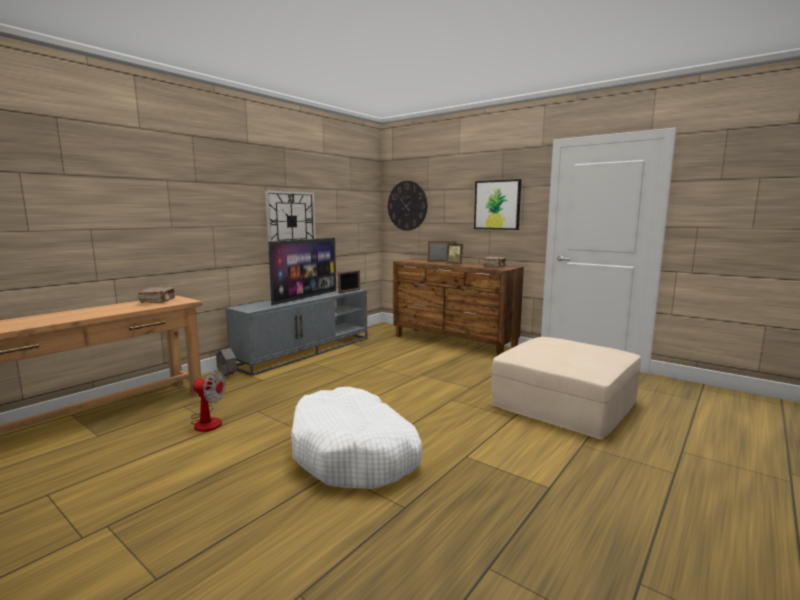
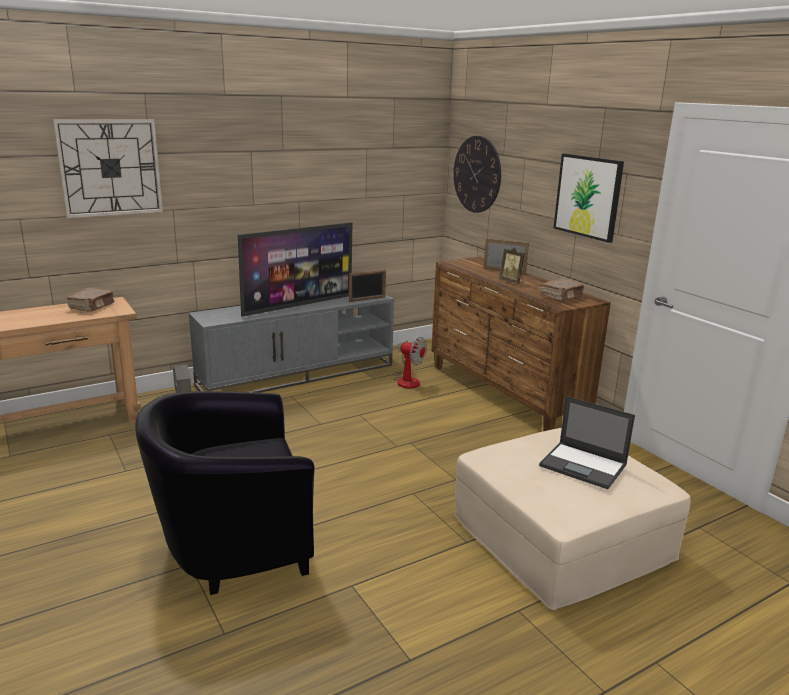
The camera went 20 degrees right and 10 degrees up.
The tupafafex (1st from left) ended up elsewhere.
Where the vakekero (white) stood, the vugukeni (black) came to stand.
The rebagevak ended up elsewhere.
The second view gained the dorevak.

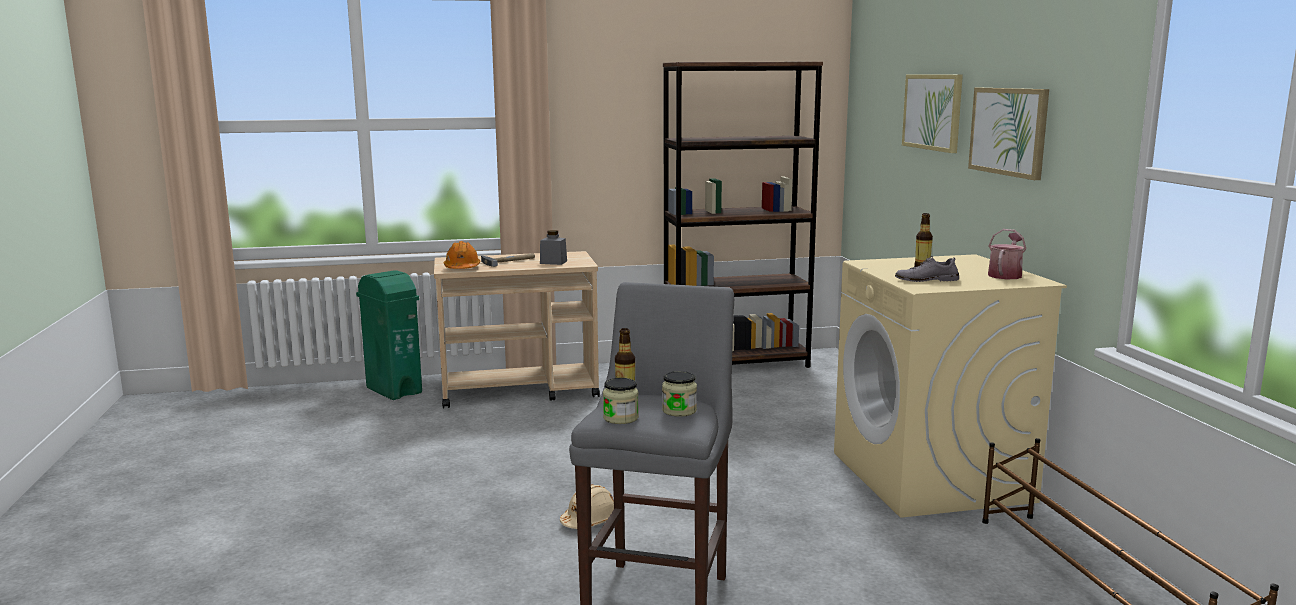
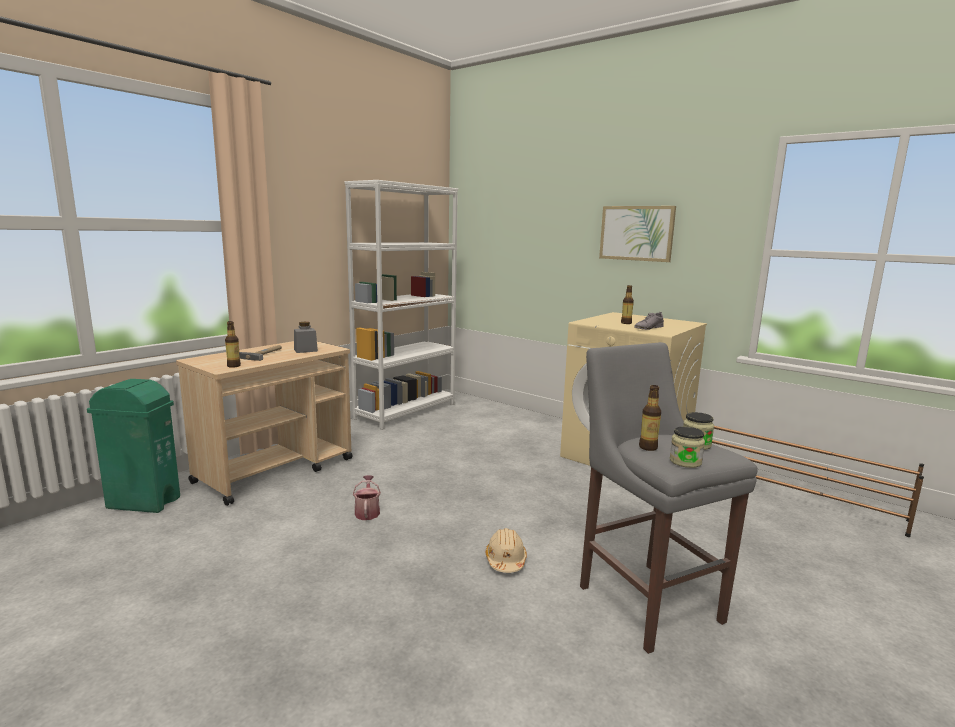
The camera went 40 degrees left and 0 degrees up.
Where the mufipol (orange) stood, the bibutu (1st from left) came to stand.
What was the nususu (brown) turned into the nususu (white).
The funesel ended up elsewhere.
The second view lost the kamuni (1st from left).

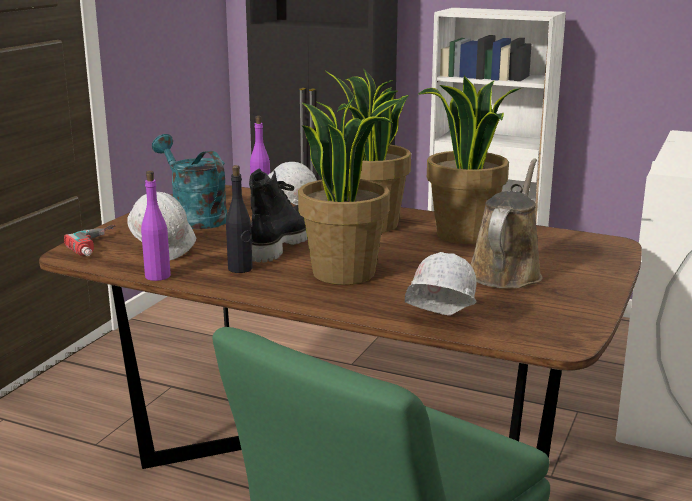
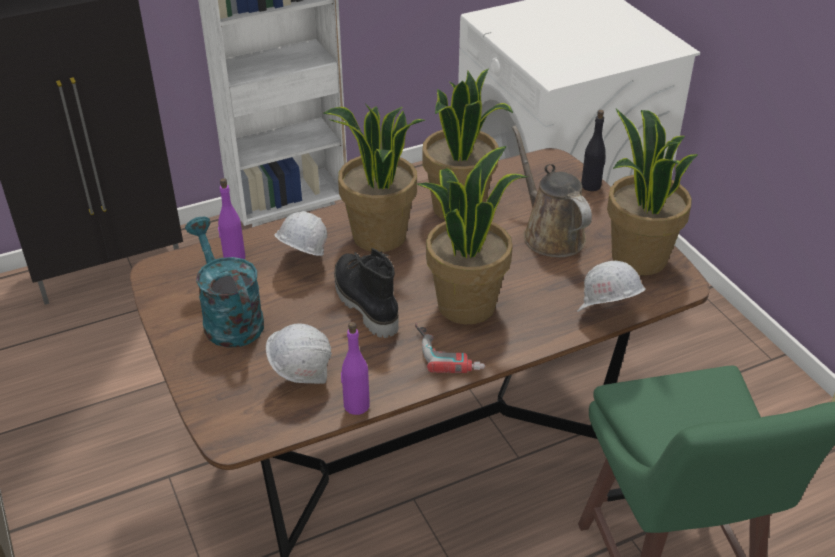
The camera went 50 degrees left and 20 degrees up.
The funesel (turquoise) ended up facing another way, 60 degrees clockwise from before.
The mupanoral ended up elsewhere.
The bibutu (black) ended up elsewhere.
The second view gained the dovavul (4th from left).

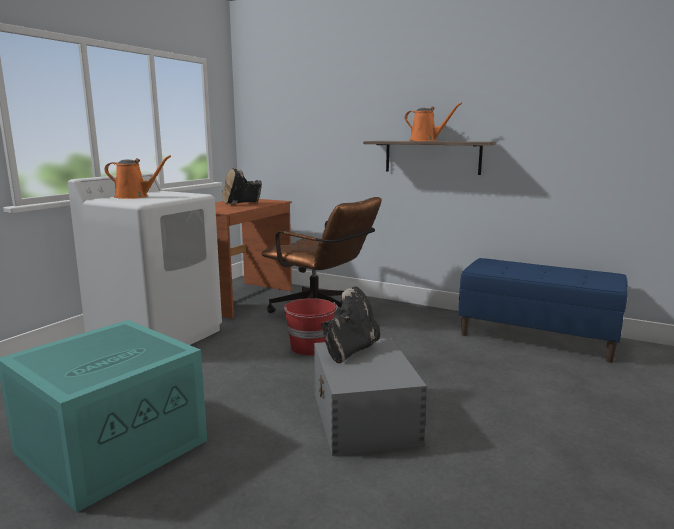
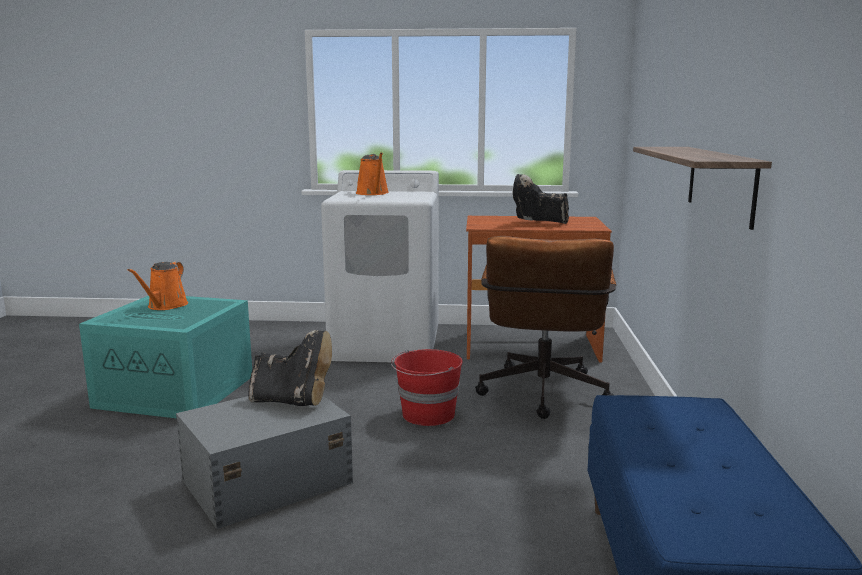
The camera went 65 degrees right and 0 degrees up.
The funesel (orange) (2nd from left in the first image) ended up elsewhere.

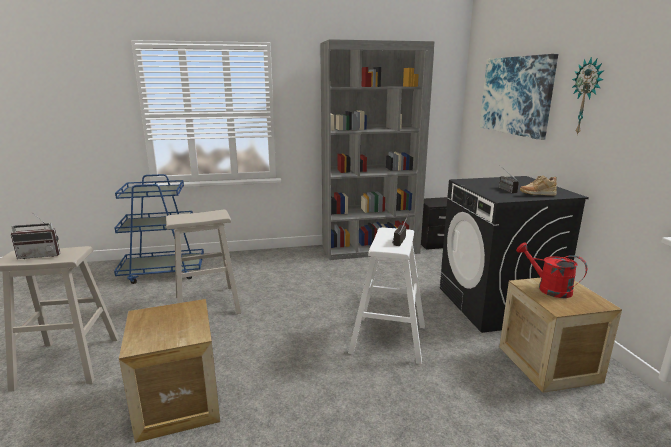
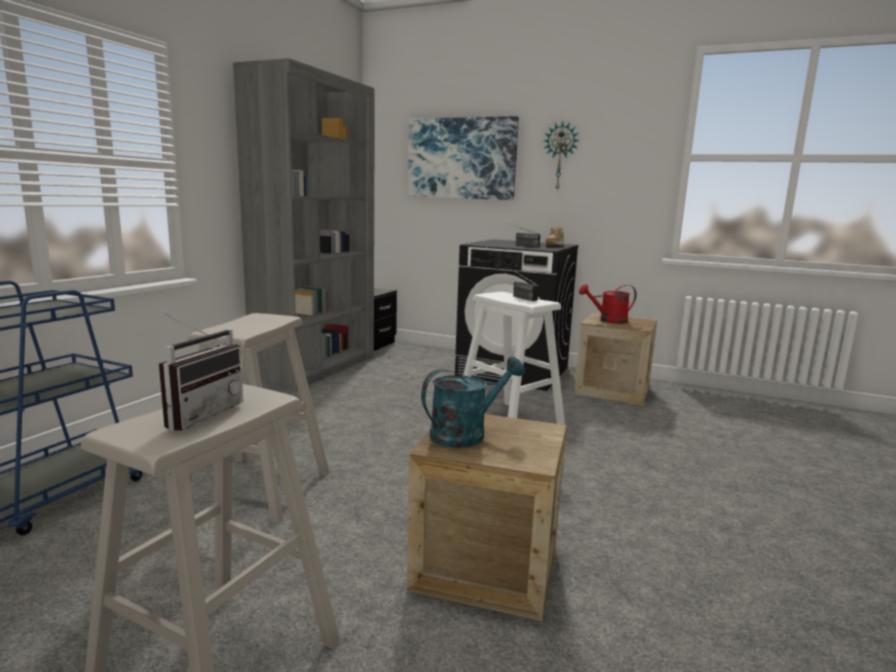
The camera went 55 degrees left and 5 degrees down.
The second view gained the funesel (turquoise).

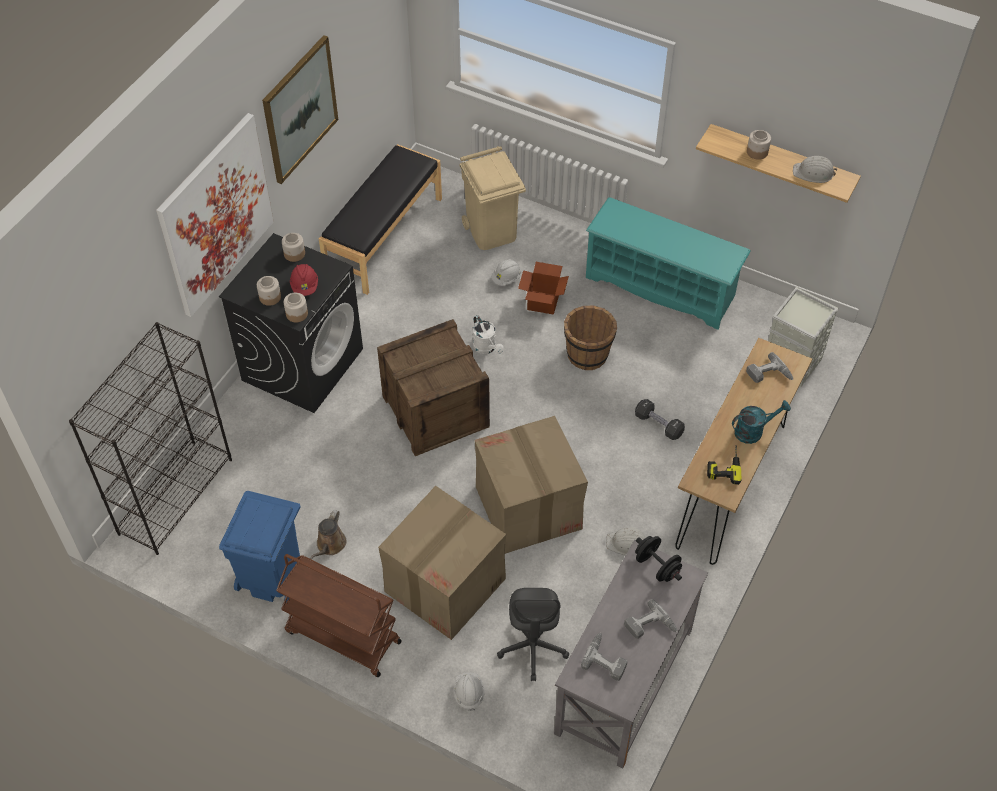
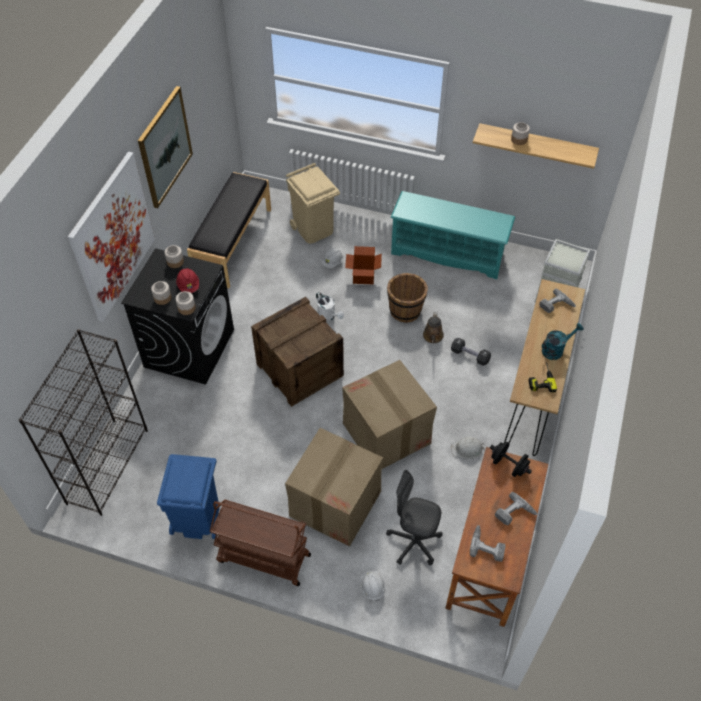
The camera went 10 degrees left and 0 degrees up.
The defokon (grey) ended up facing another way, 120 degrees clockwise from before.
The funesel (brown) ended up elsewhere.
What was the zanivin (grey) turned into the zanivin (brown).
The second view lost the mufipol (white) (4th from left).

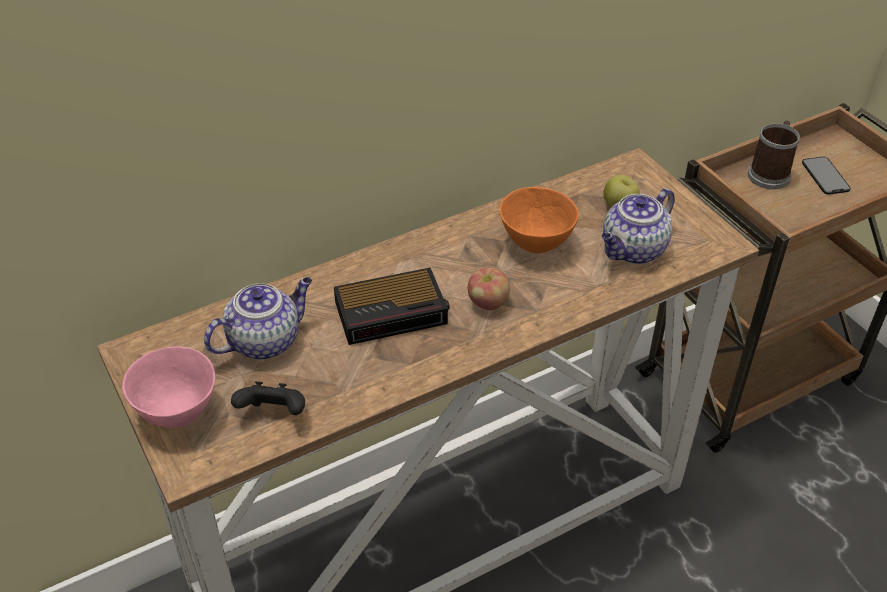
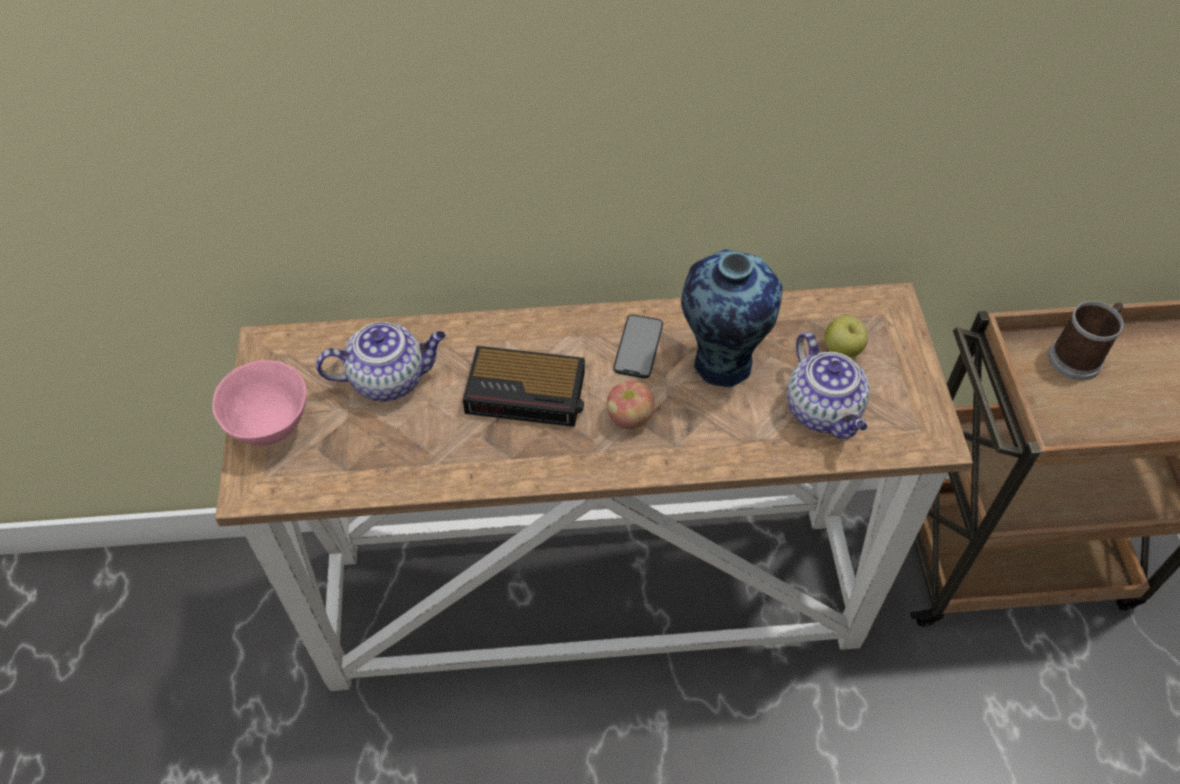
The camera went 25 degrees right and 10 degrees up.
The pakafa ended up elsewhere.
Where the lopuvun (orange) stood, the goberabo came to stand.
The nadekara (2nd from left) ended up facing another way, 90 degrees counterclockwise from before.
The second view lost the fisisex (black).

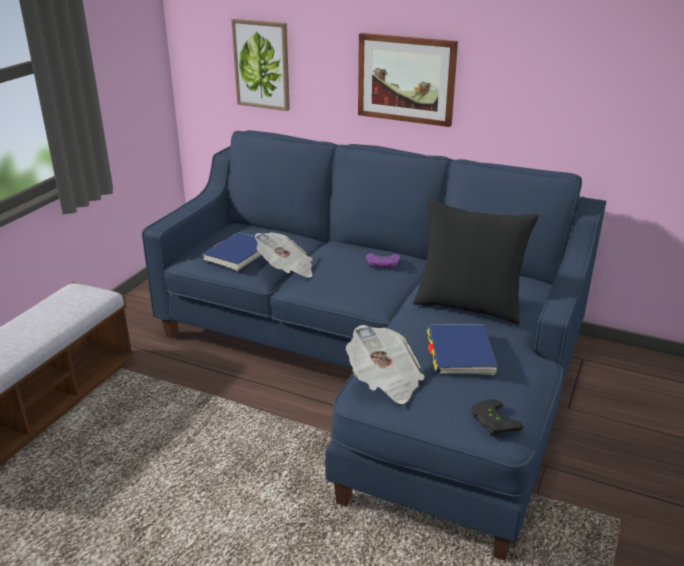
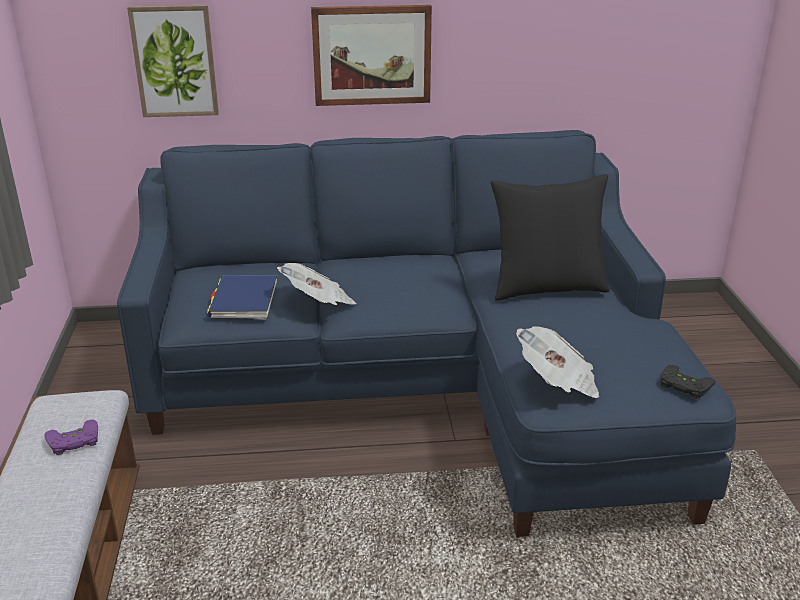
The camera went 30 degrees left and 0 degrees up.
The fisisex (purple) ended up elsewhere.
The second view lost the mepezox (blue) (2nd from left).

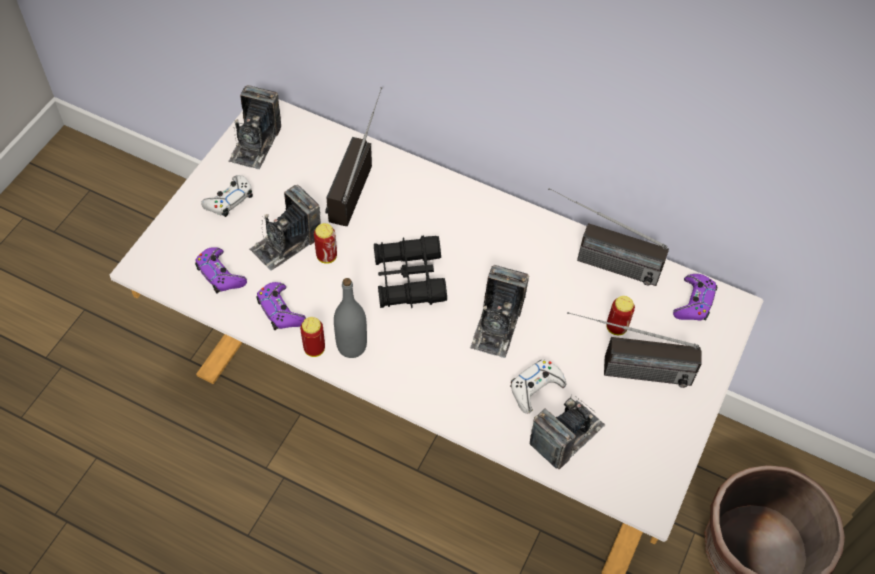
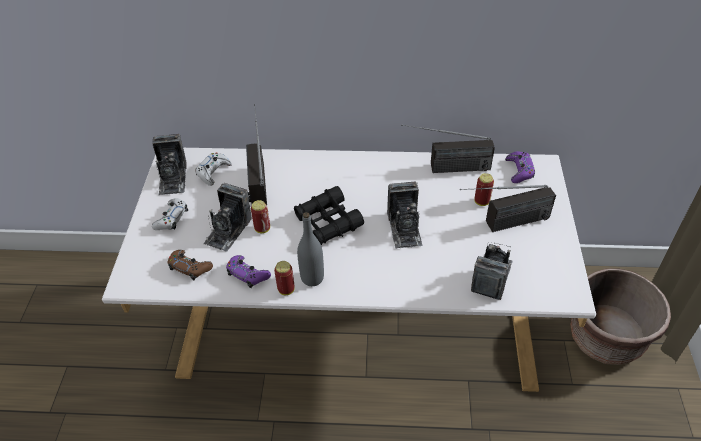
The camera went 20 degrees left and 10 degrees down.
What was the fisisex (purple) (1st from left) turned into the fisisex (brown).
The fisisex (white) (2nd from left) ended up elsewhere.

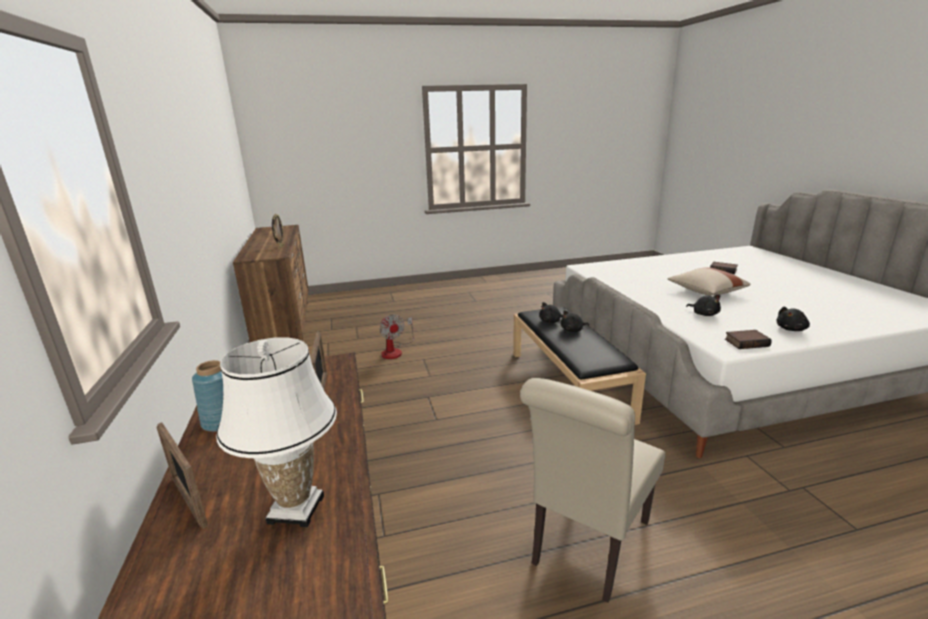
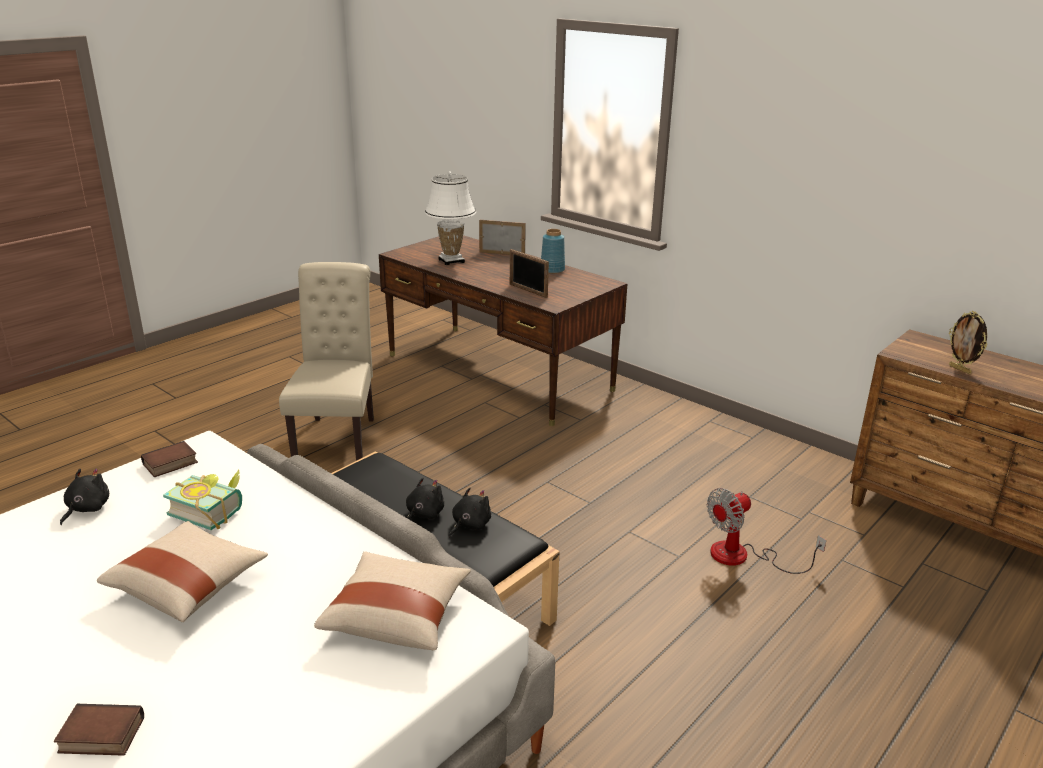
The camera went 145 degrees right and 5 degrees up.
Where the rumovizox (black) (3rd from left) stood, the mepezox (3rd from left) came to stand.
The second view gained the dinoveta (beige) (2nd from left).
The rebagevak ended up facing another way, 60 degrees counterclockwise from before.

